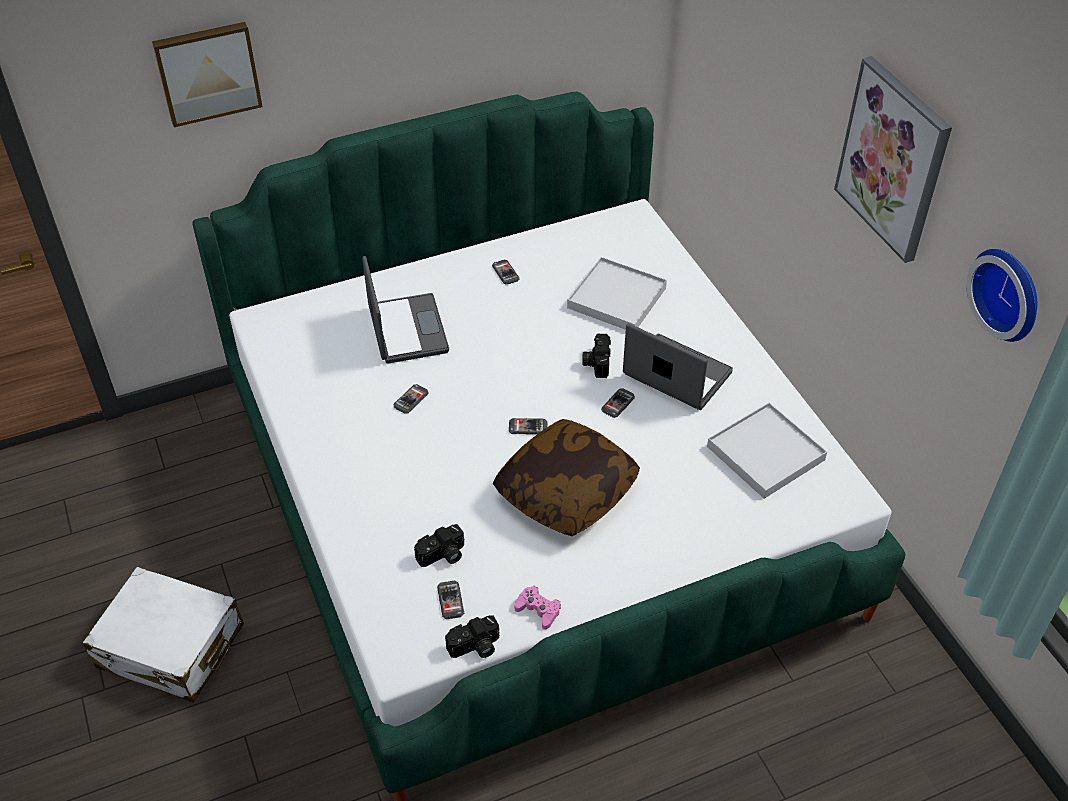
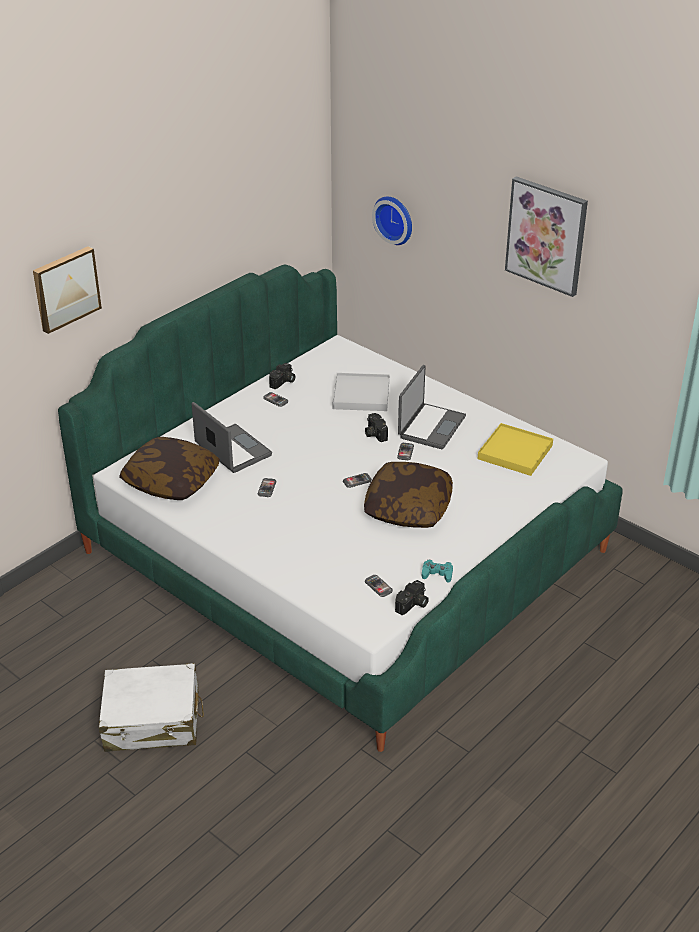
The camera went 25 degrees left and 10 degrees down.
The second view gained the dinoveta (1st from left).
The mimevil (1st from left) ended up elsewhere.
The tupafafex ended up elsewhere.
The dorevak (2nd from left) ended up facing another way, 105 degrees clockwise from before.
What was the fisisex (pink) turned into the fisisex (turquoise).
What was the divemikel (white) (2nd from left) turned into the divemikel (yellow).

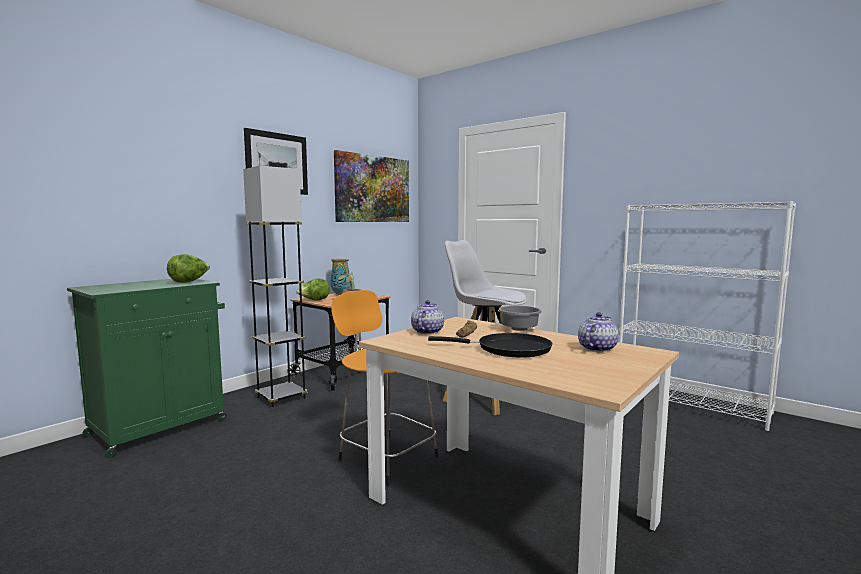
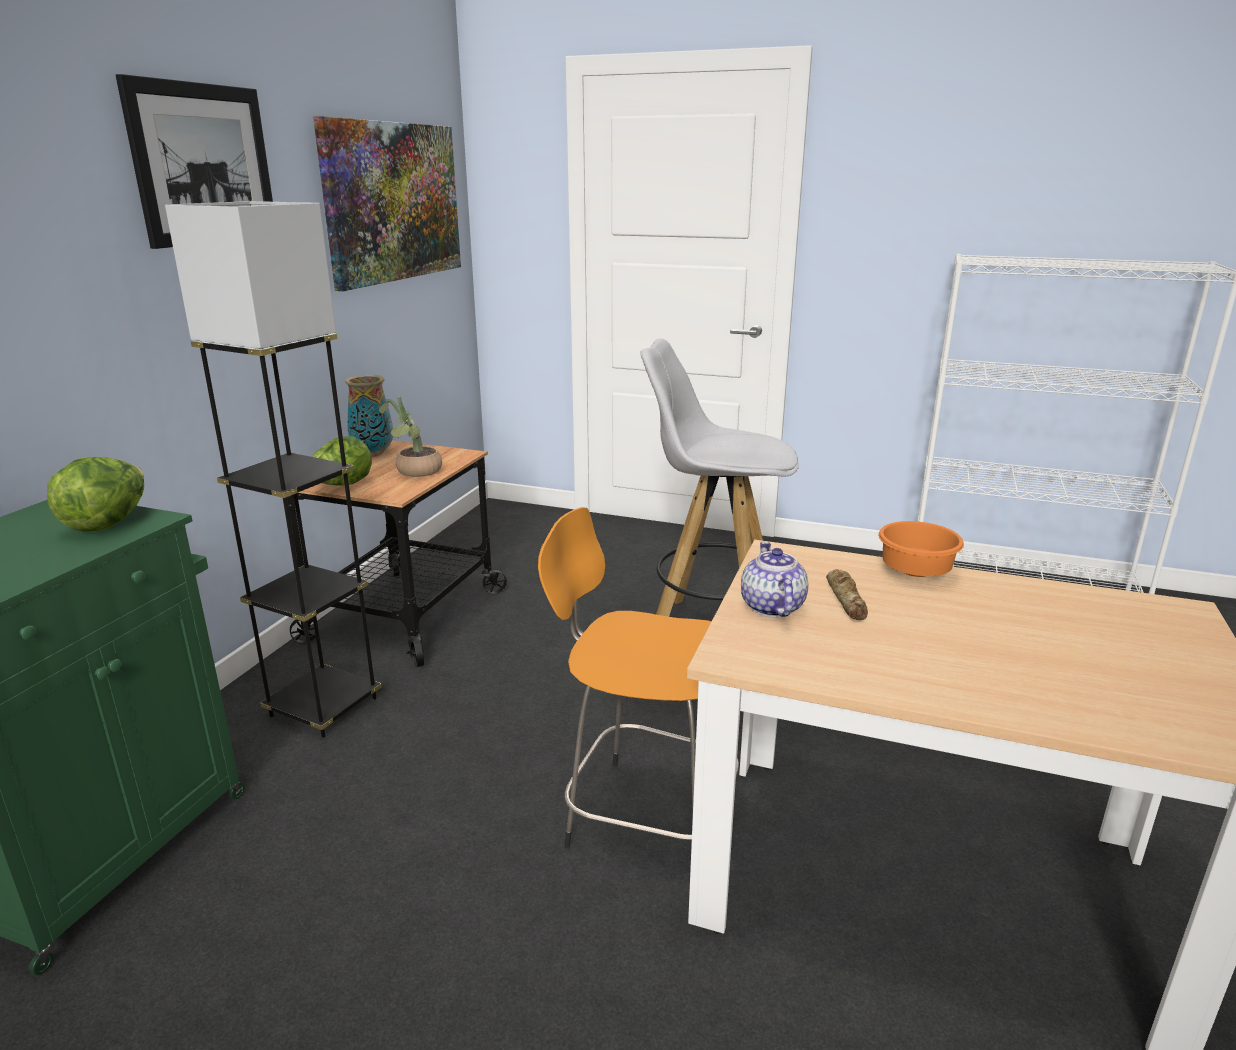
The camera went 20 degrees left and 15 degrees up.
What was the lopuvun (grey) turned into the lopuvun (orange).
The second view lost the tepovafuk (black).
The second view lost the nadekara (2nd from left).

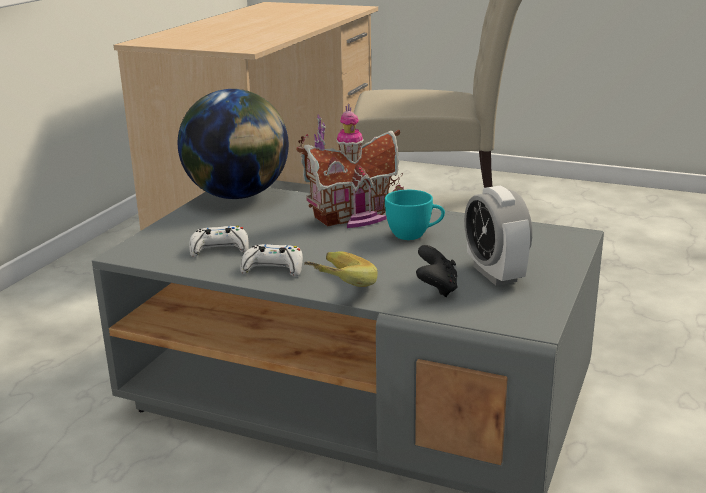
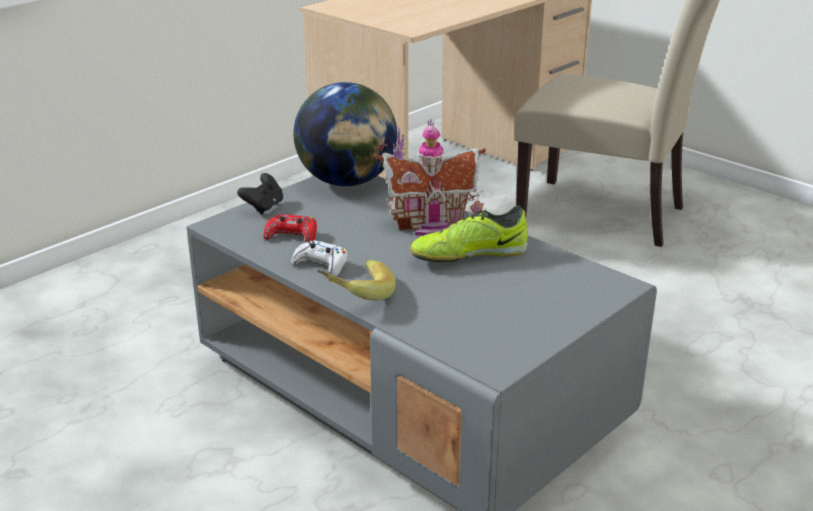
The camera went 20 degrees right and 5 degrees up.
The fisisex (black) ended up elsewhere.
What was the fisisex (white) (1st from left) turned into the fisisex (red).
Where the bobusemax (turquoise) stood, the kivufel came to stand.
The second view lost the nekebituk.

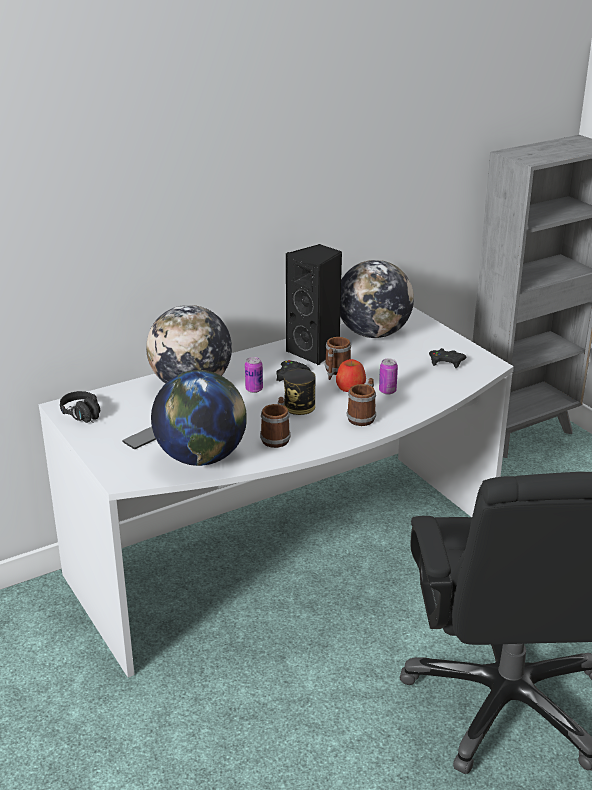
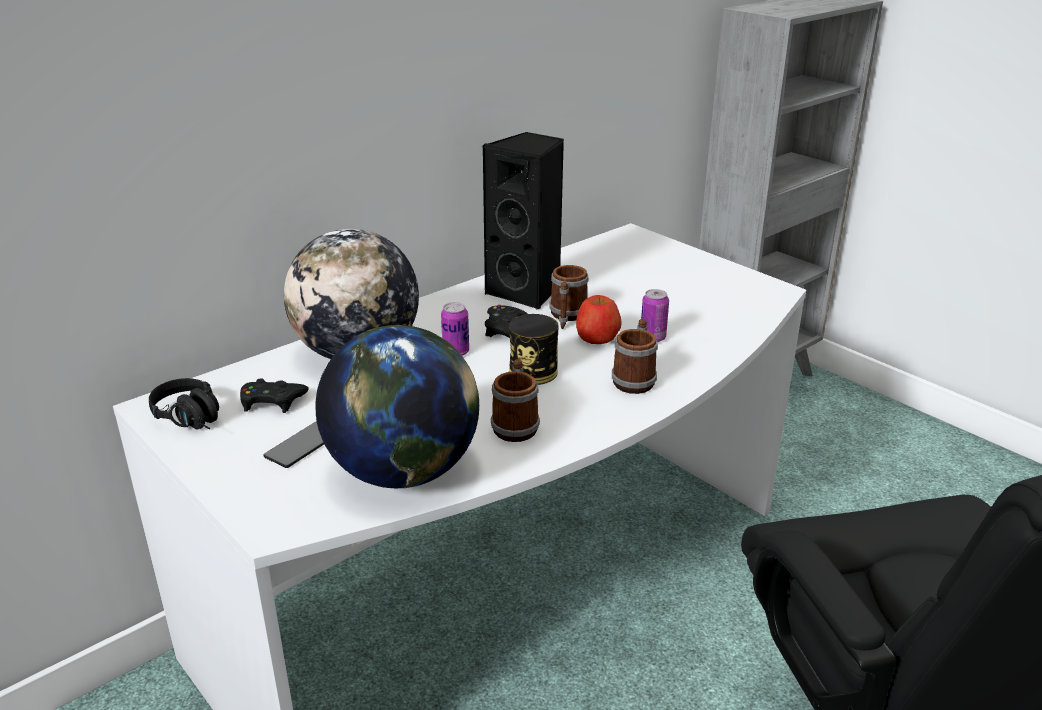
The camera went 10 degrees left and 0 degrees up.
The fisisex (black) (2nd from left in the first image) ended up elsewhere.
The second view lost the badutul (3rd from left).

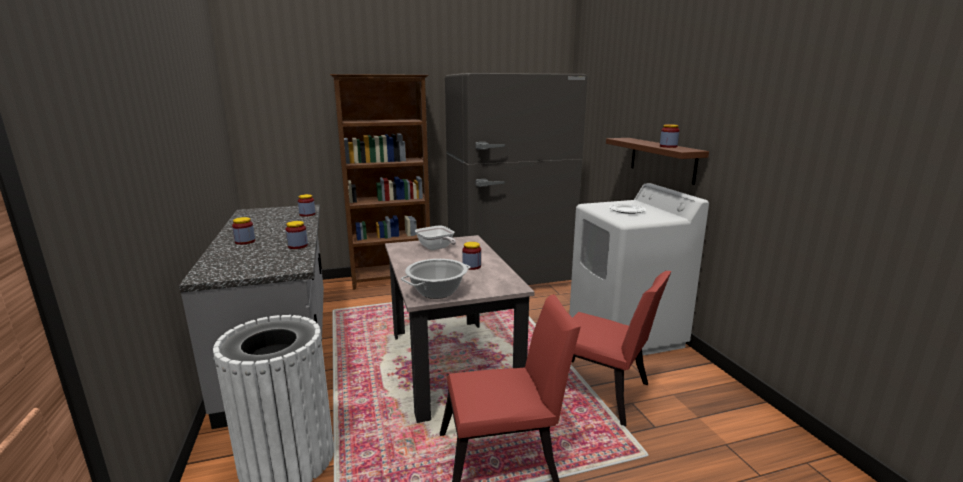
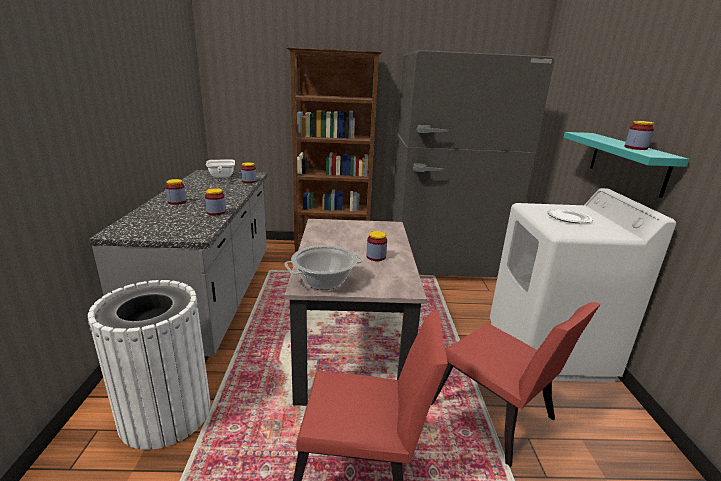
The camera went 15 degrees right and 5 degrees up.
The tepovafuk ended up elsewhere.
What was the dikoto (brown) turned into the dikoto (turquoise).

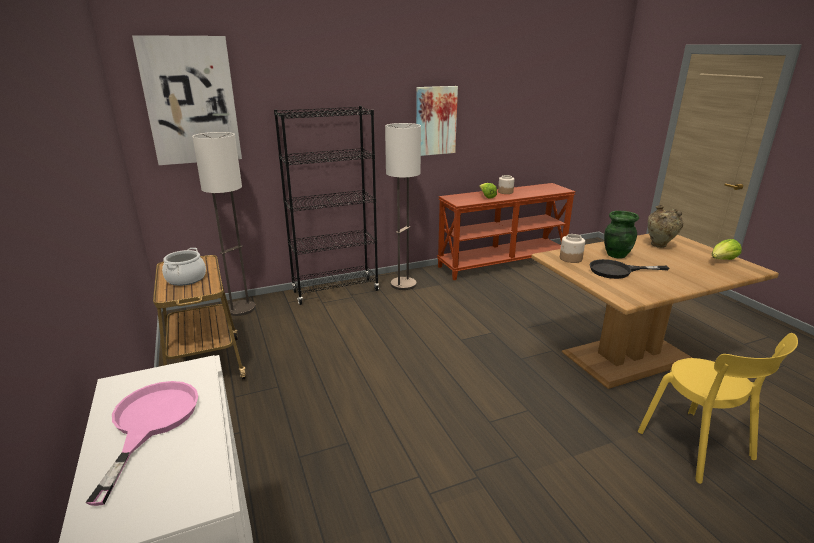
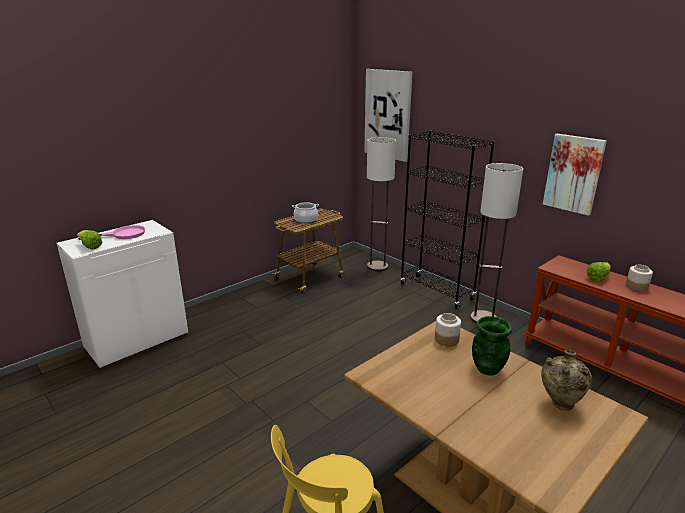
The camera went 70 degrees right and 0 degrees up.
The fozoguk (2nd from left in the first image) ended up elsewhere.
The second view lost the tepovafuk (black).

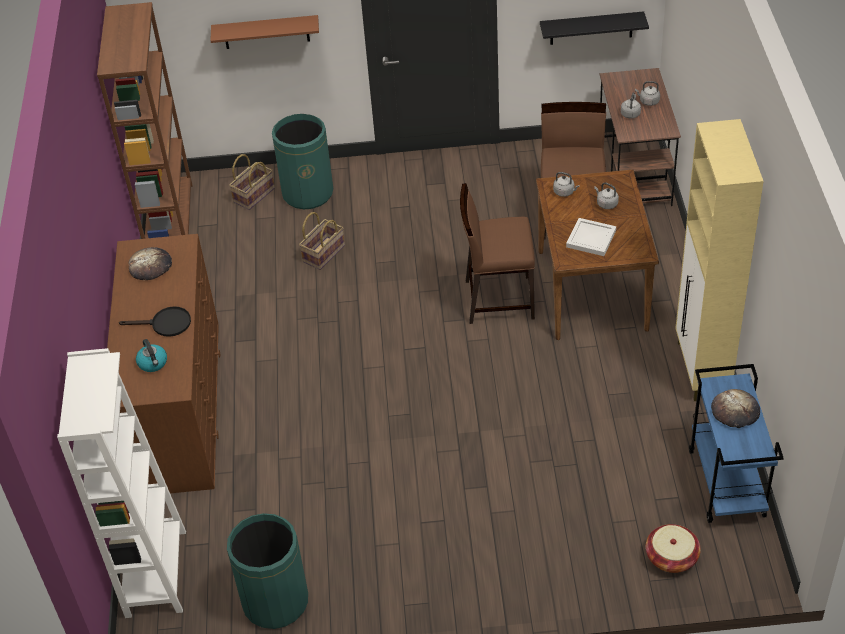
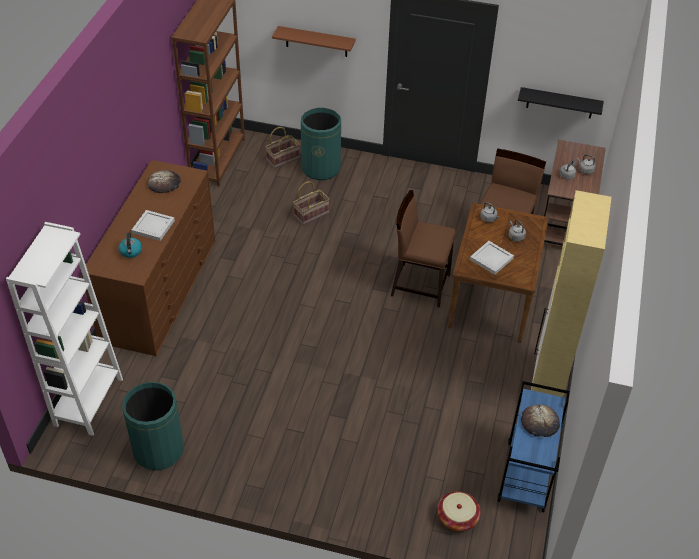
The camera went 15 degrees right and 0 degrees up.
Where the tepovafuk (black) stood, the divemikel (white) (1st from left) came to stand.

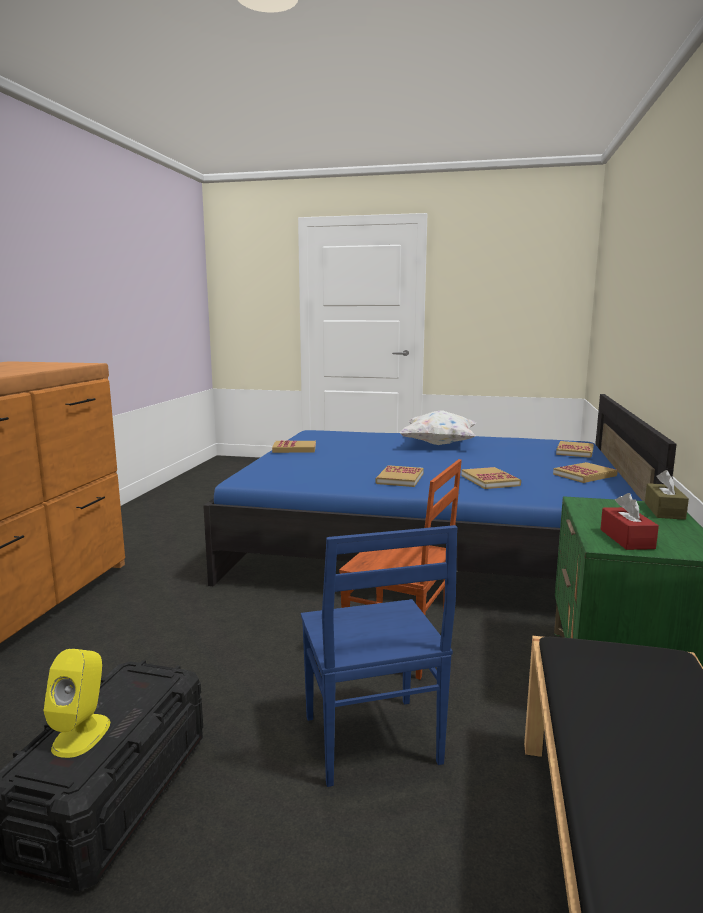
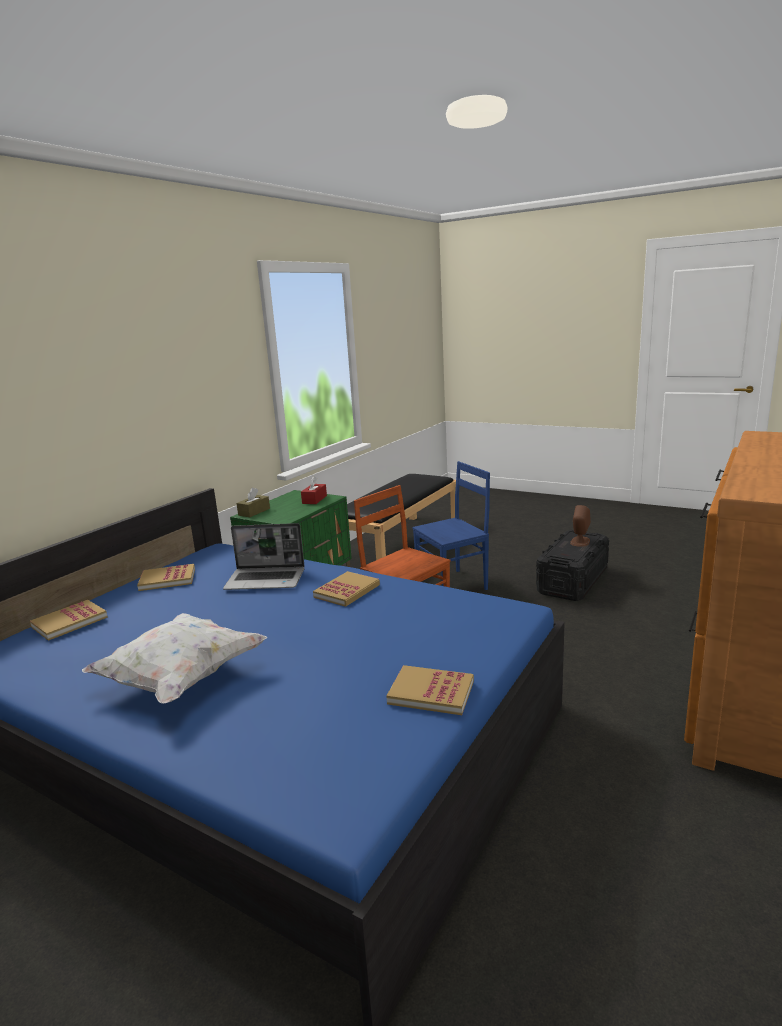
The camera went 160 degrees left and 5 degrees up.
Where the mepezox (3rd from left) stood, the dorevak came to stand.
The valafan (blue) ended up facing another way, 60 degrees clockwise from before.
What was the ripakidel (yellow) turned into the ripakidel (brown).

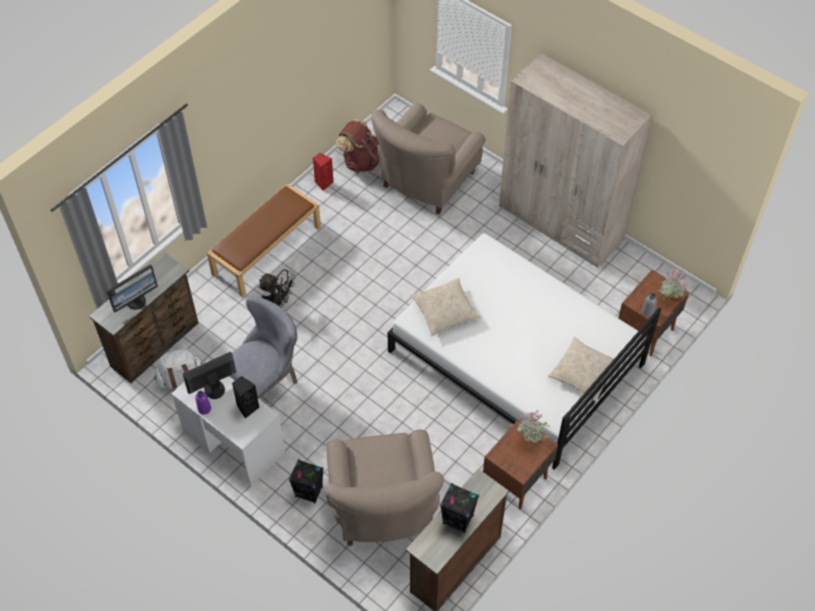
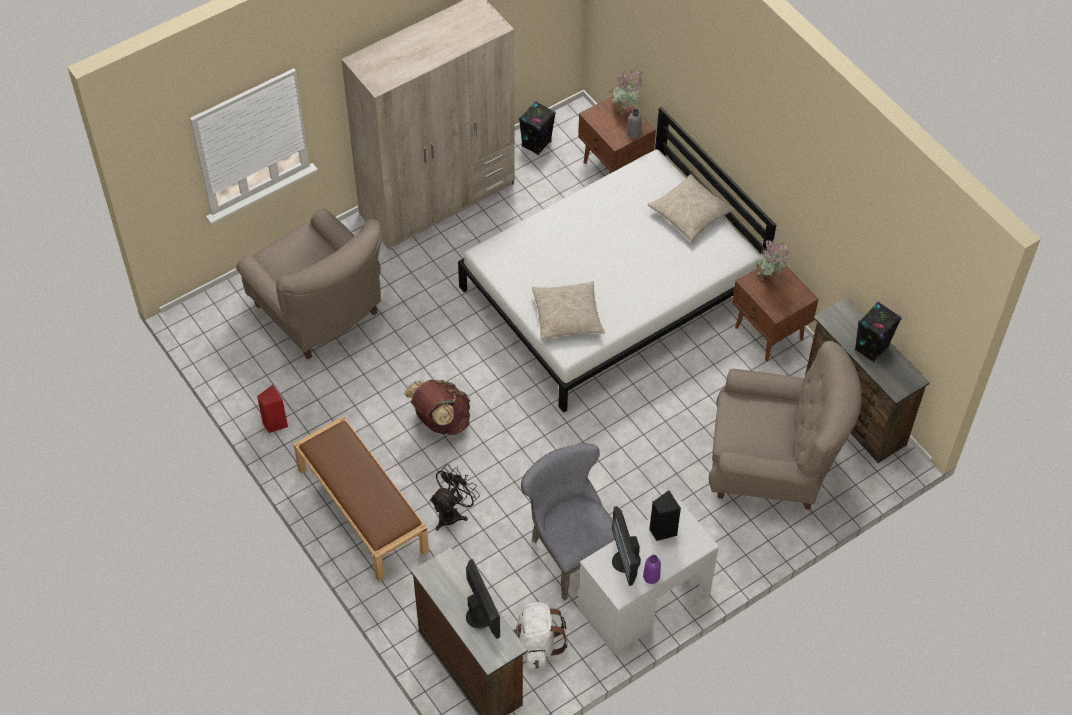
The camera went 75 degrees left and 0 degrees up.
The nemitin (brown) ended up elsewhere.
The ripakidel (black) (2nd from left in the first image) ended up elsewhere.

